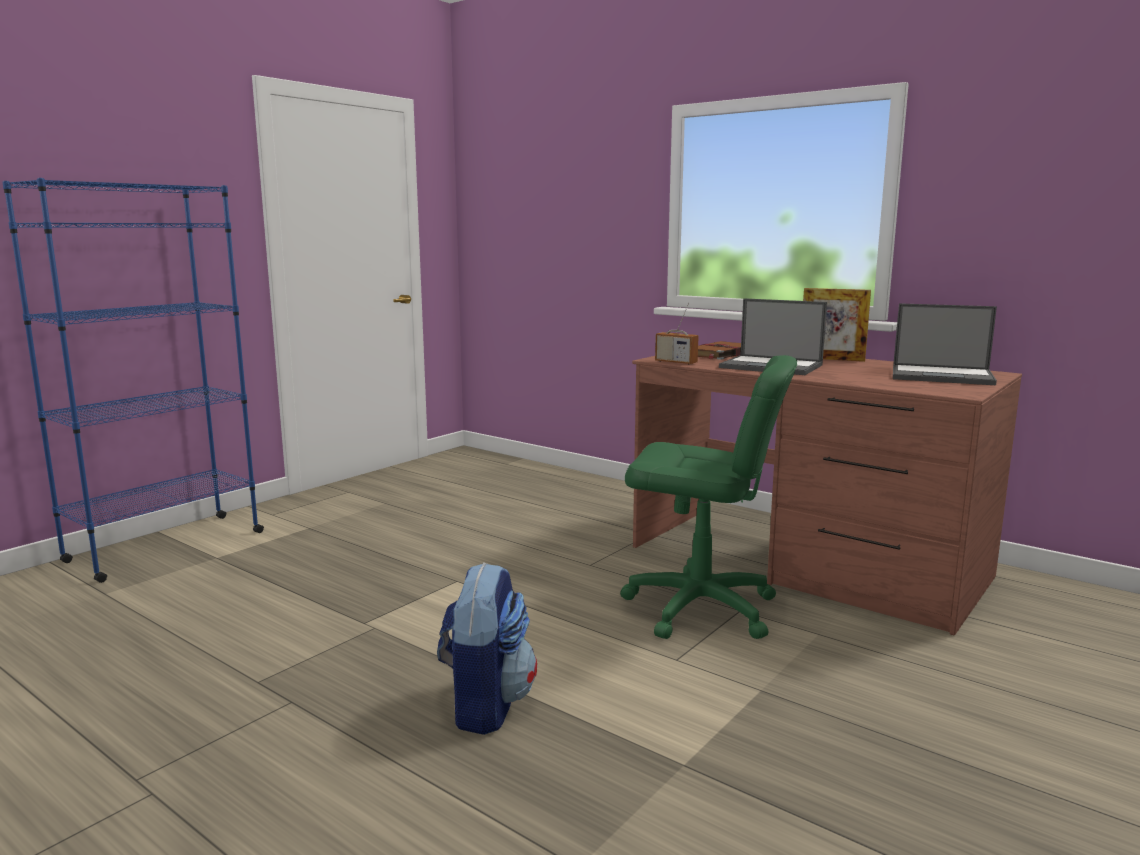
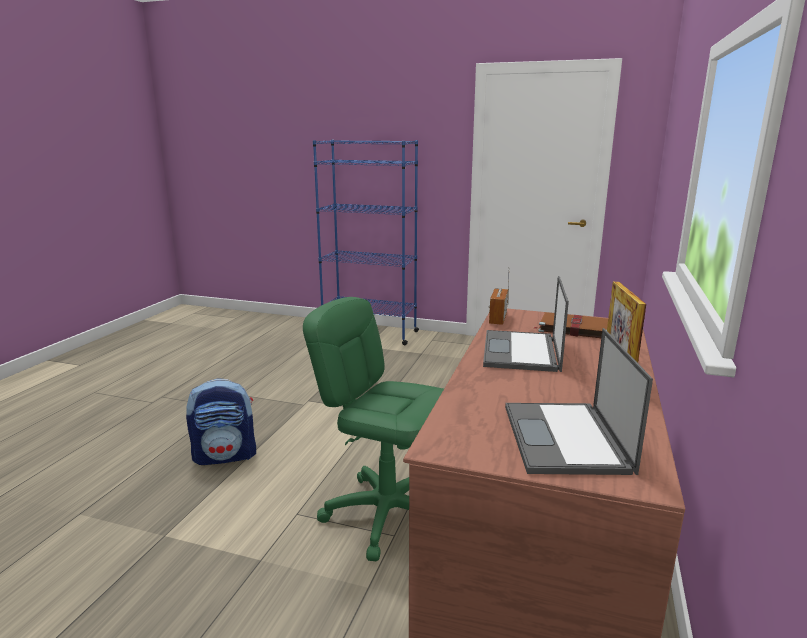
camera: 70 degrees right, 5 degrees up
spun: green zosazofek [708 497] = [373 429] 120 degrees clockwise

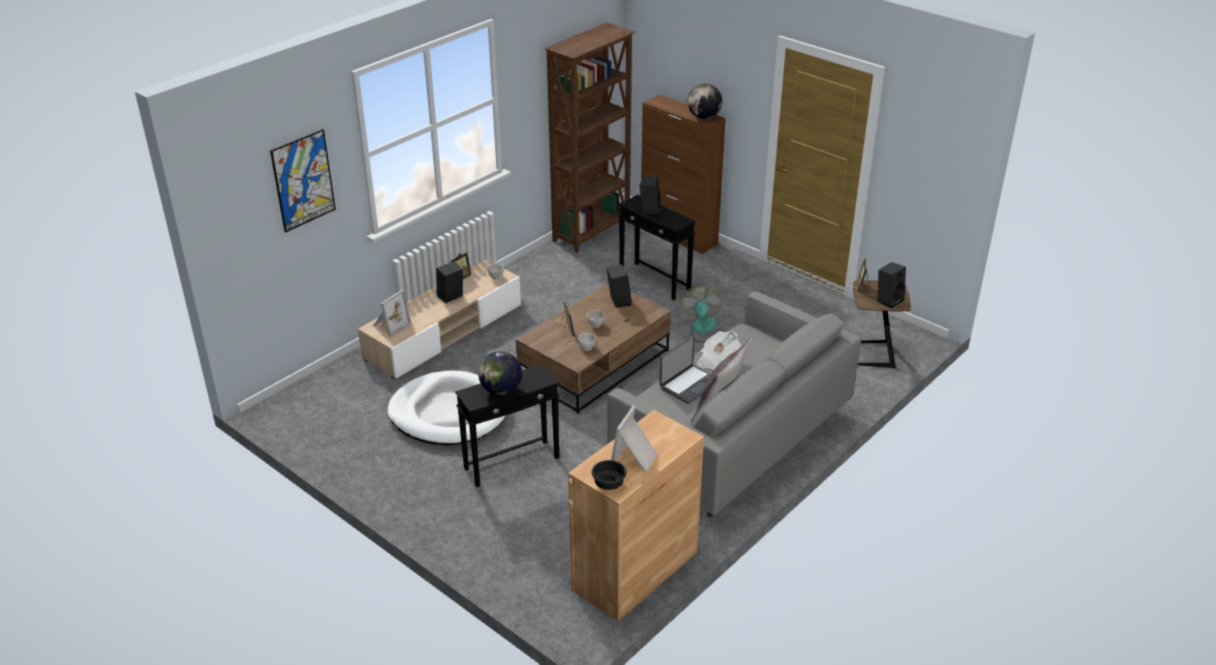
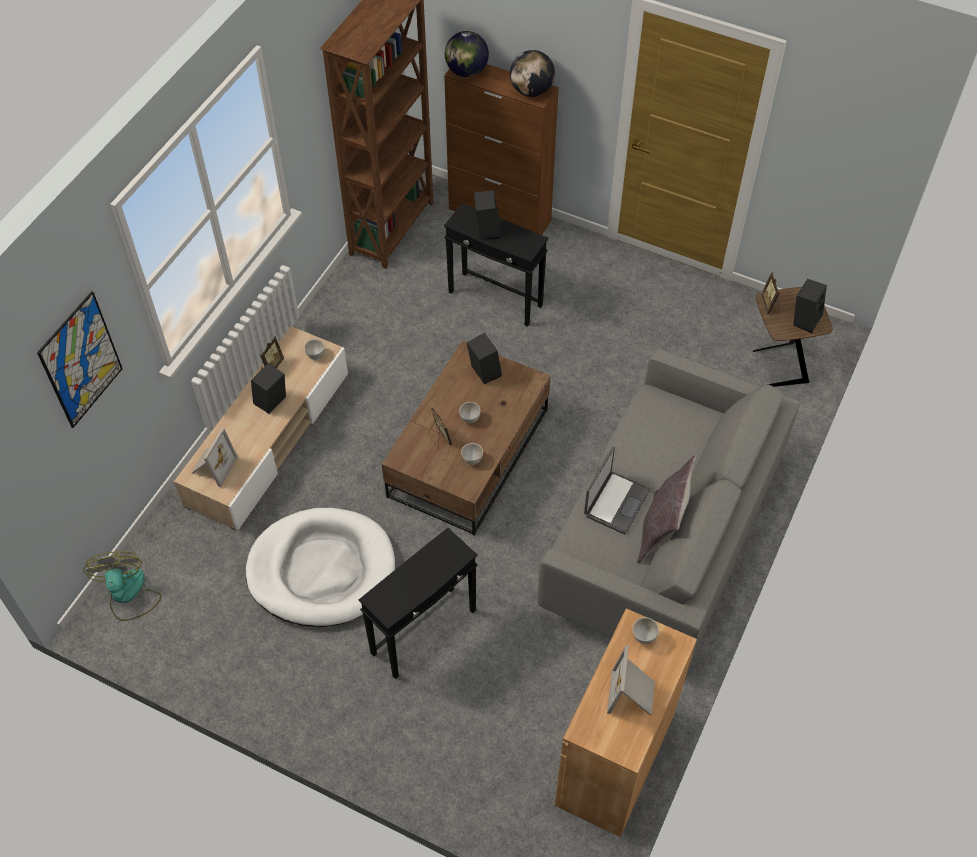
camera: 15 degrees left, 20 degrees up
missing: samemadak [719 350]; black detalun [609 475]
appeared: white detalun [646 630]
relocated: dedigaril [703 314] to [122 586]; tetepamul [500 373] to [467 54]

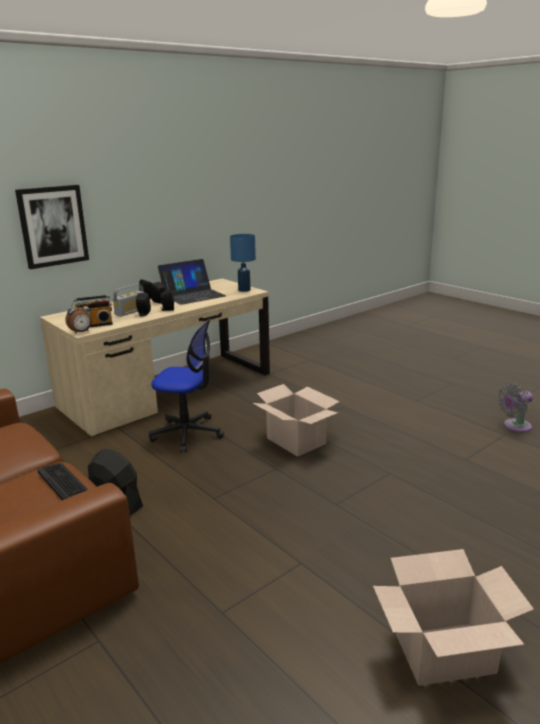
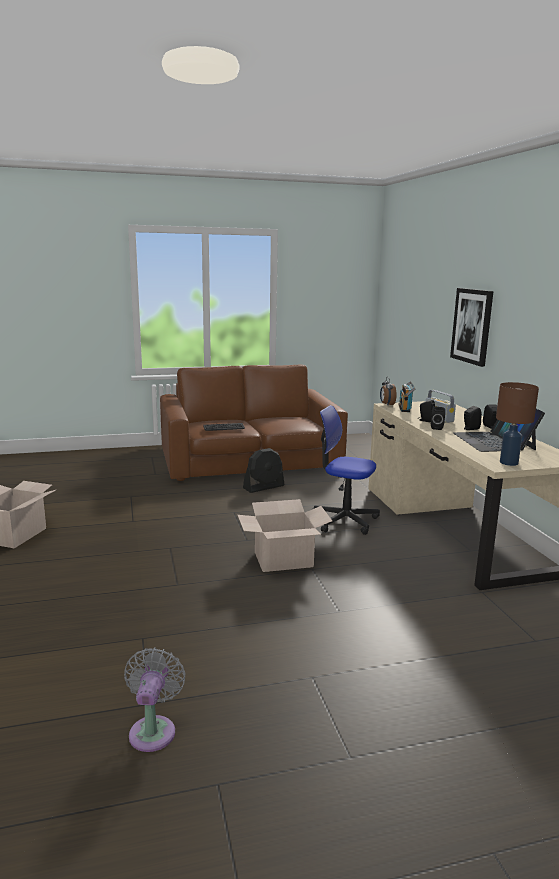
camera: 115 degrees right, 5 degrees down
colour: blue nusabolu [243 263] to brown nusabolu [517 424]
spun: zosazofek [186 386] = [345 470] 75 degrees clockwise

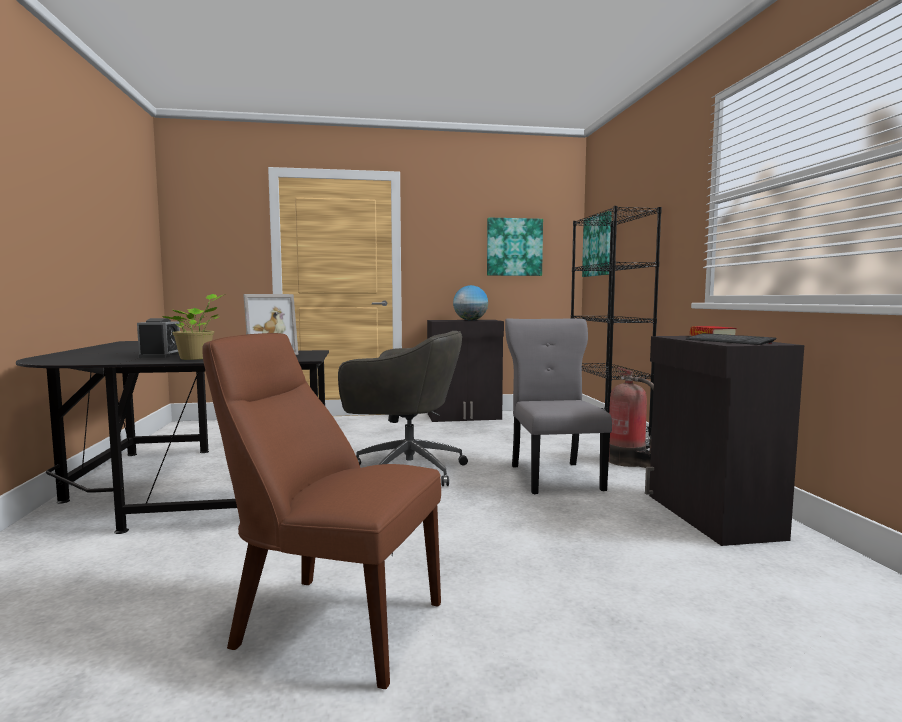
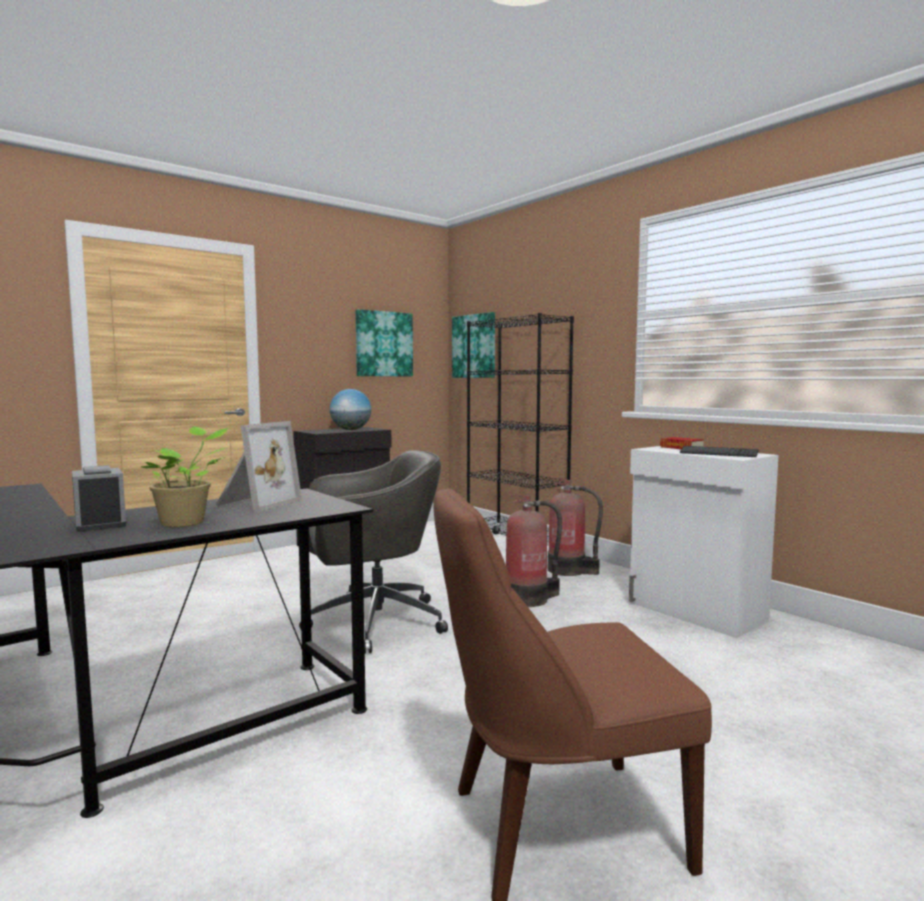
camera: 30 degrees left, 0 degrees up
exchanged: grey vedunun [558 406] to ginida [534 550]
colour: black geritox [724 441] to white geritox [704 542]

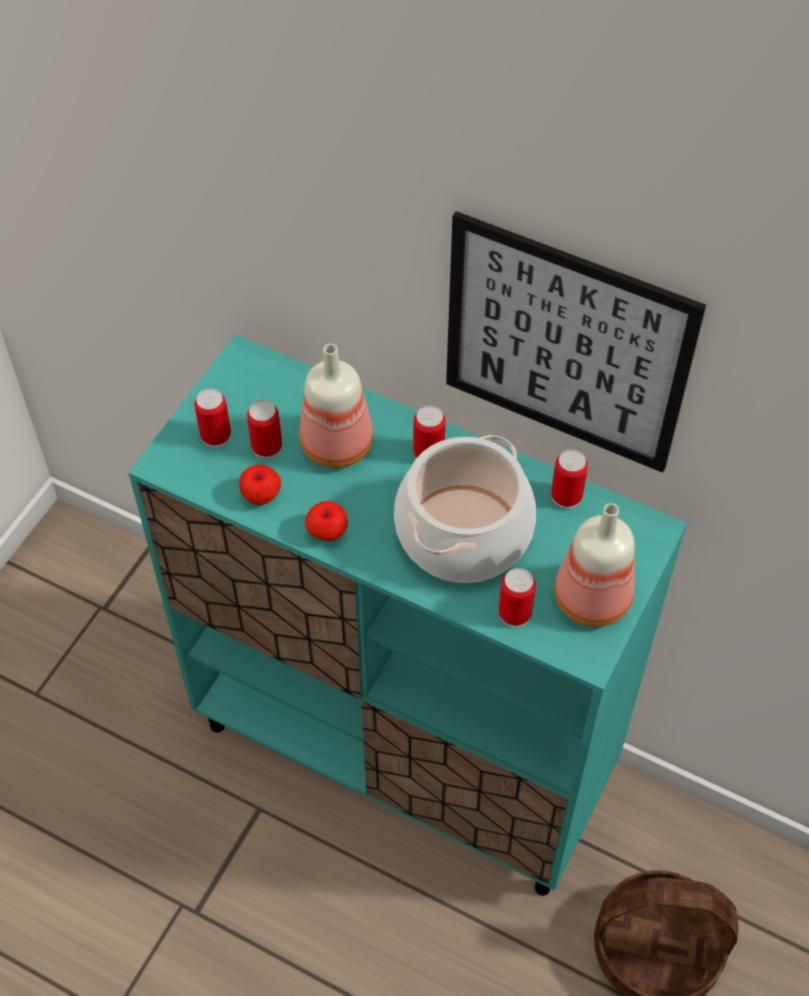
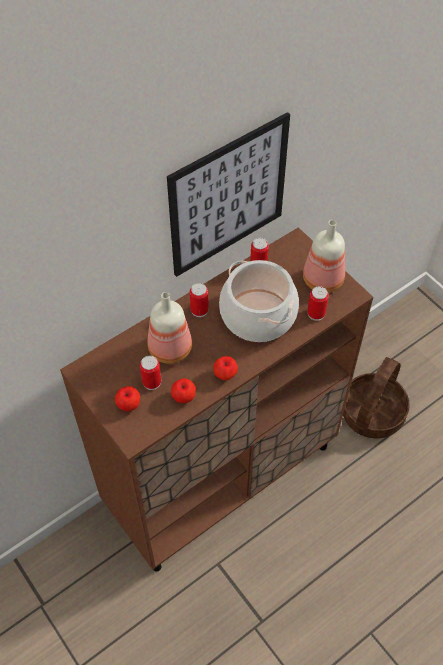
camera: 65 degrees left, 0 degrees up
exchanged: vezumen [212 418] to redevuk [127 398]
colour: turquoise geritox [407 615] to brown geritox [216 399]

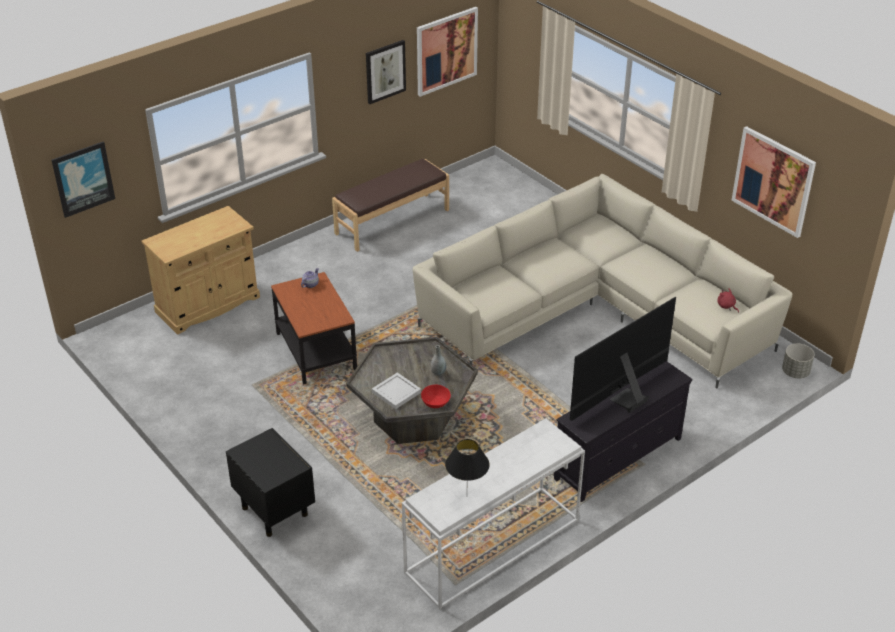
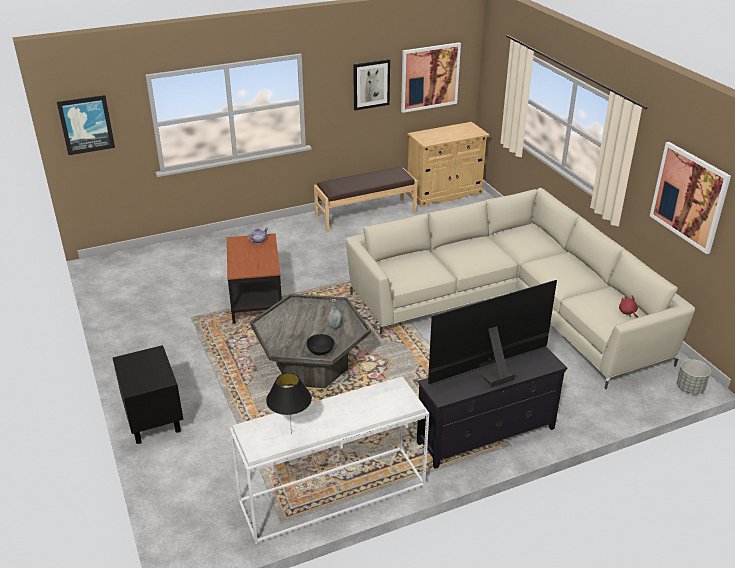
camera: 15 degrees right, 5 degrees down
missing: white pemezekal [396 390]
relocated: beige geritox [200 270] to [448 164]
colour: red detalun [436 396] to black detalun [320 344]

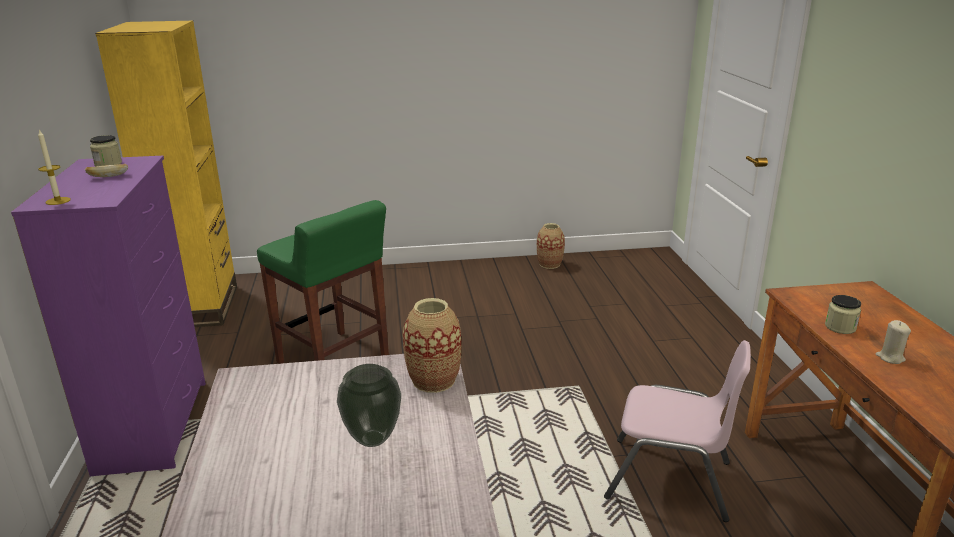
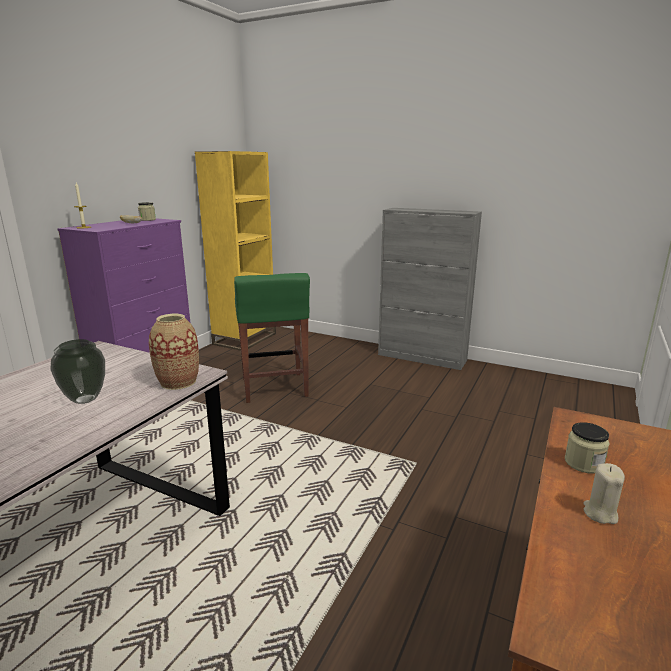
camera: 35 degrees right, 5 degrees down
missing: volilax [551 246]; pink vedunun [677 431]
appeared: grey geritox [430 289]

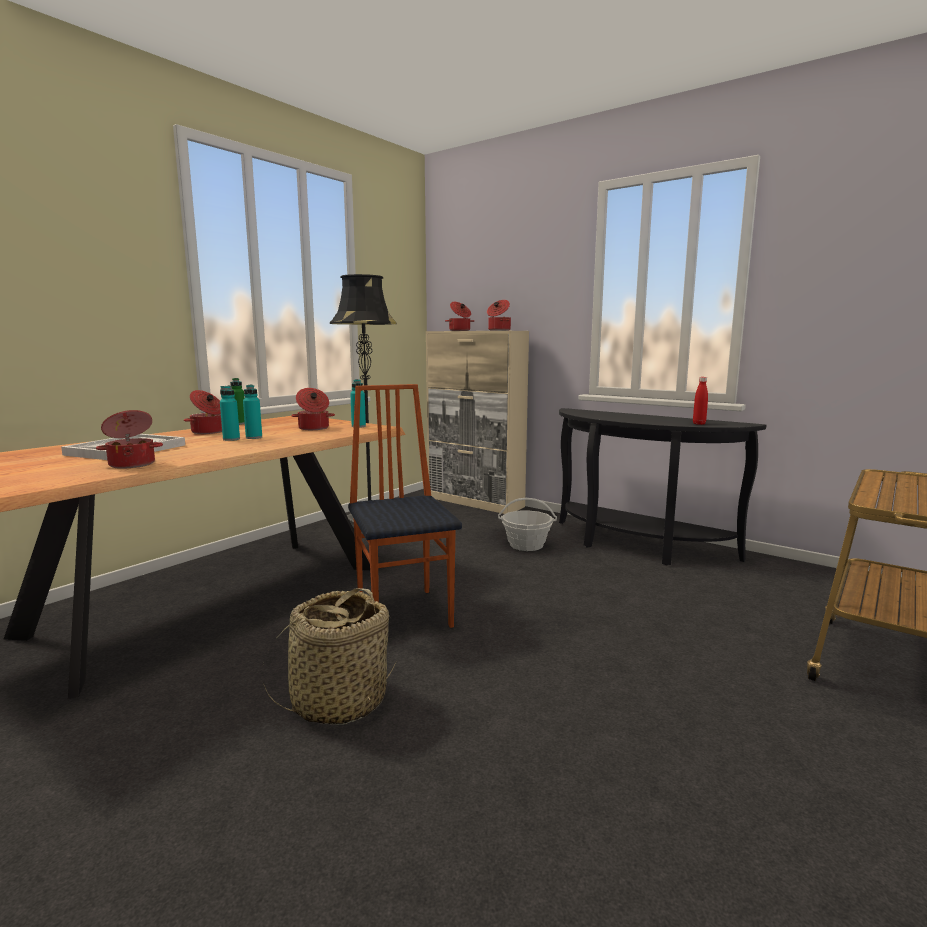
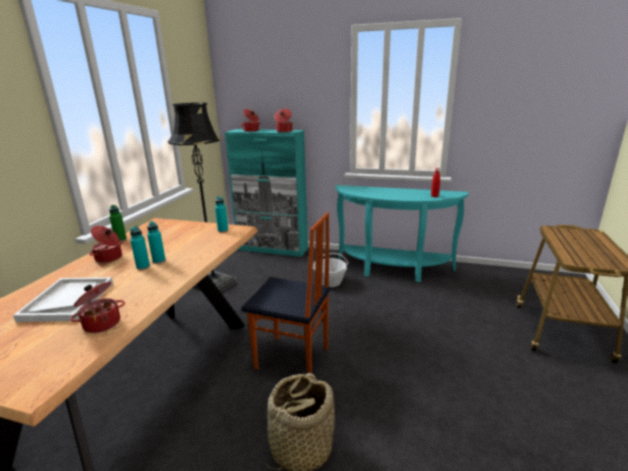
camera: 20 degrees left, 10 degrees up
missing: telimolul [313 409]
colour: beige geritox [477 422] to turquoise geritox [266 193]; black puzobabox [663 486] to turquoise puzobabox [402 233]
spun: vedunun [405 506] = [285 294] 150 degrees clockwise

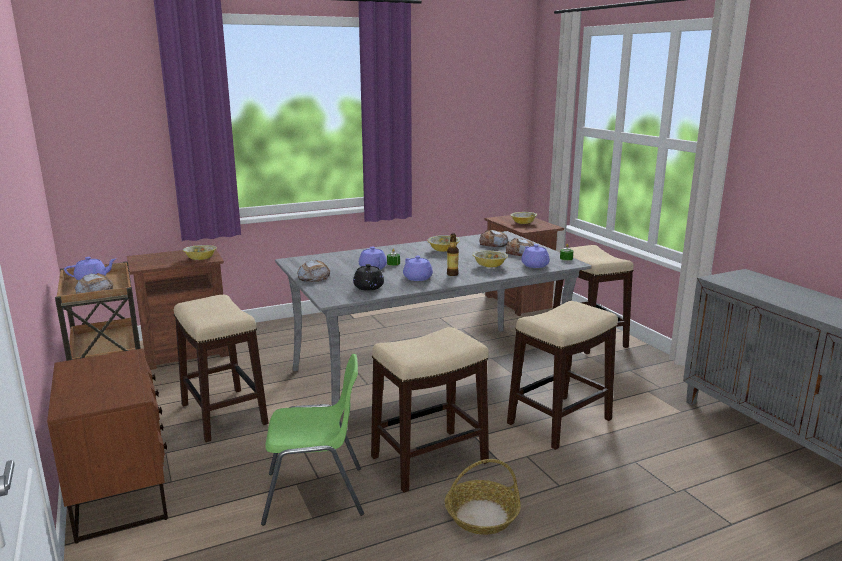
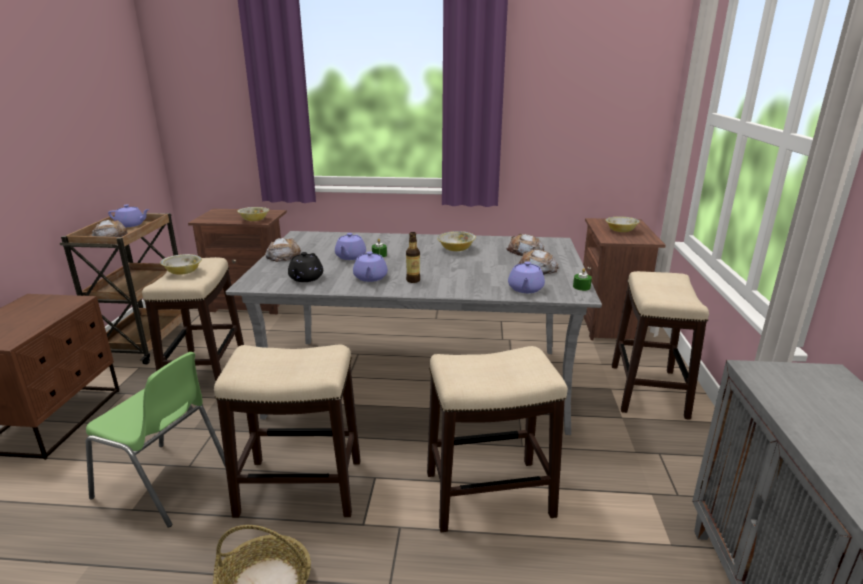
camera: 30 degrees right, 5 degrees up
relocated: detalun [490 259] to [181 264]

